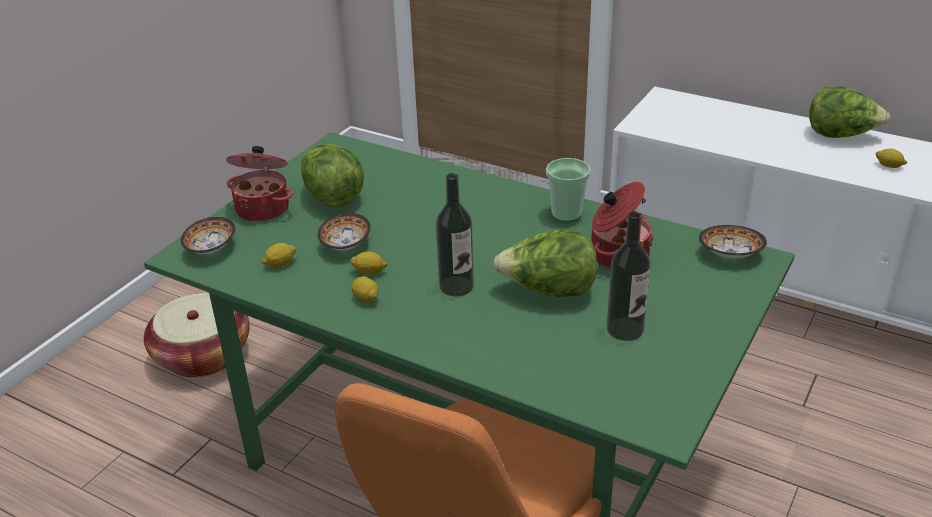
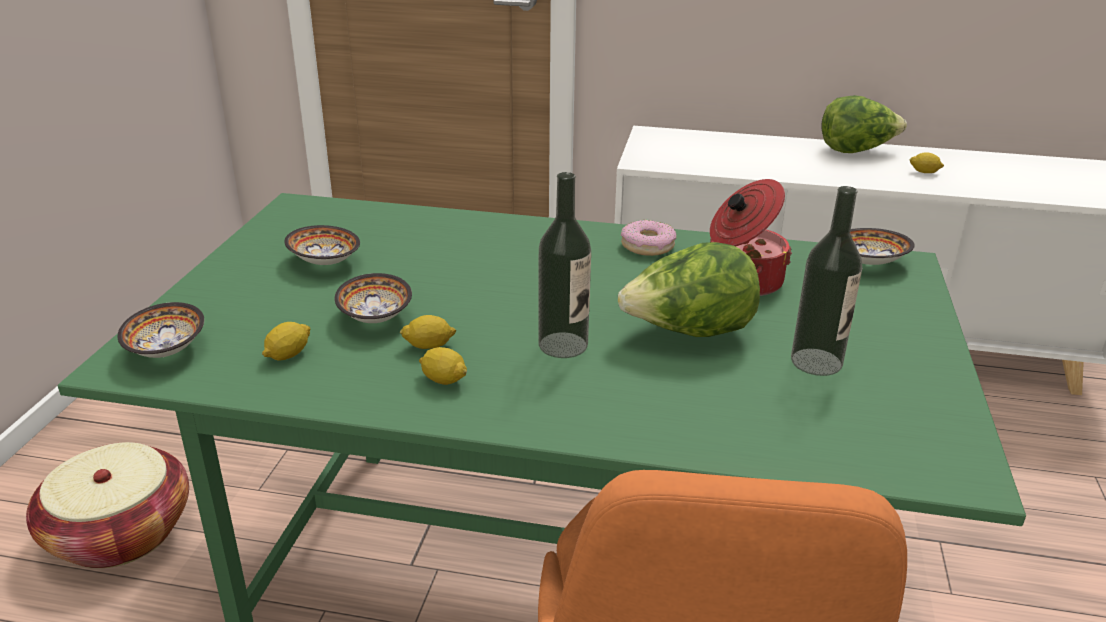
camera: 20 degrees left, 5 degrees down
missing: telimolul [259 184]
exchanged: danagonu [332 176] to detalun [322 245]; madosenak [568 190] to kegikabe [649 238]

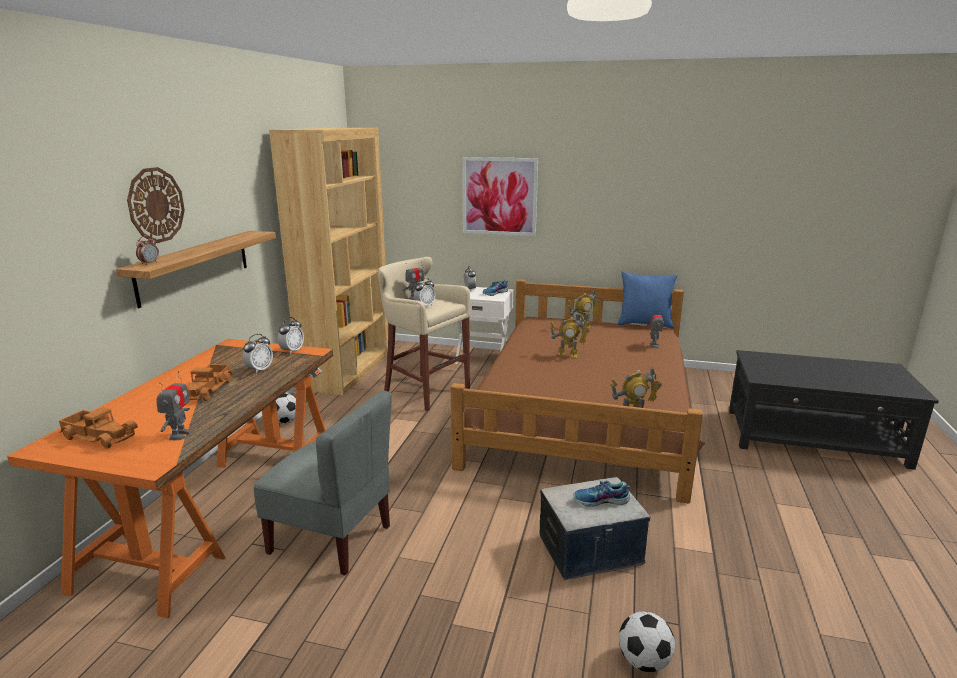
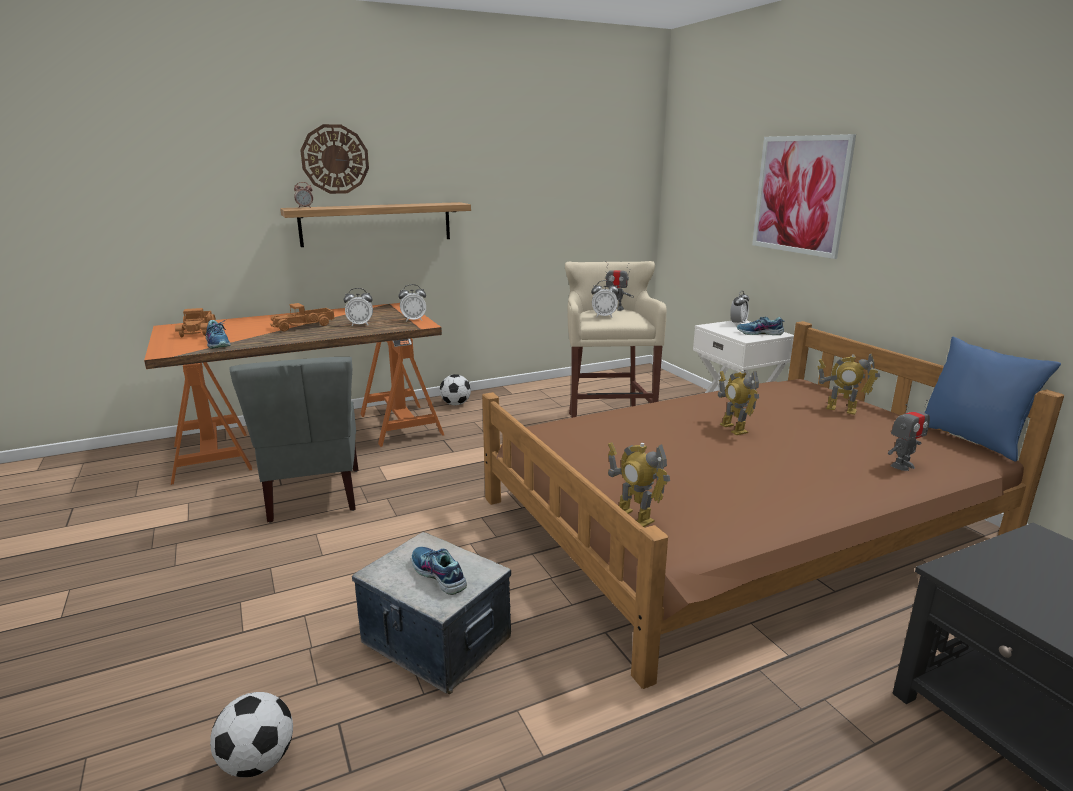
camera: 50 degrees right, 0 degrees up
missing: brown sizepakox [328 261]
exchanged: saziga [173 405] to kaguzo [218 334]

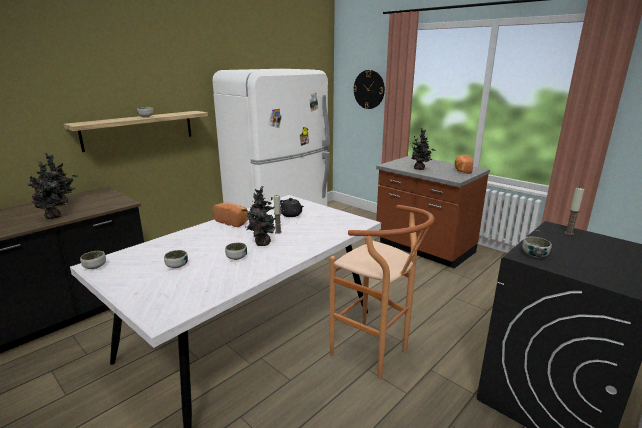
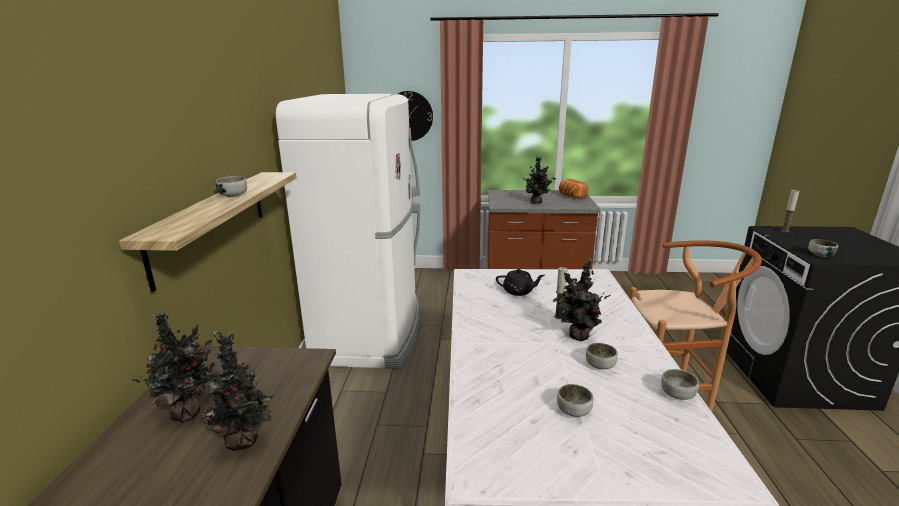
camera: 40 degrees left, 0 degrees up
missing: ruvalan [230 215]
relocated: detalun [93 260] to [680 384]

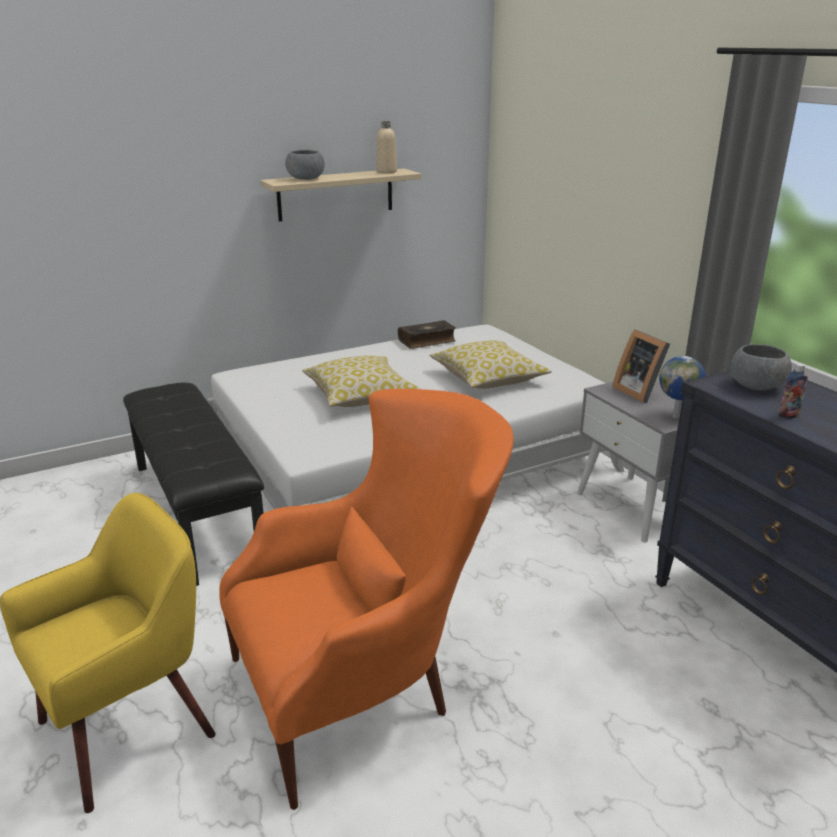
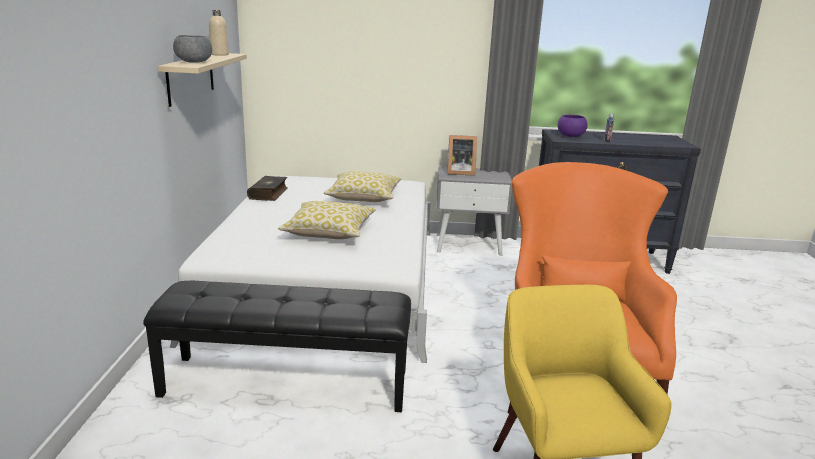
camera: 60 degrees left, 5 degrees down
missing: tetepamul [682 387]
colour: grey detalun [761 367] to purple detalun [573 126]

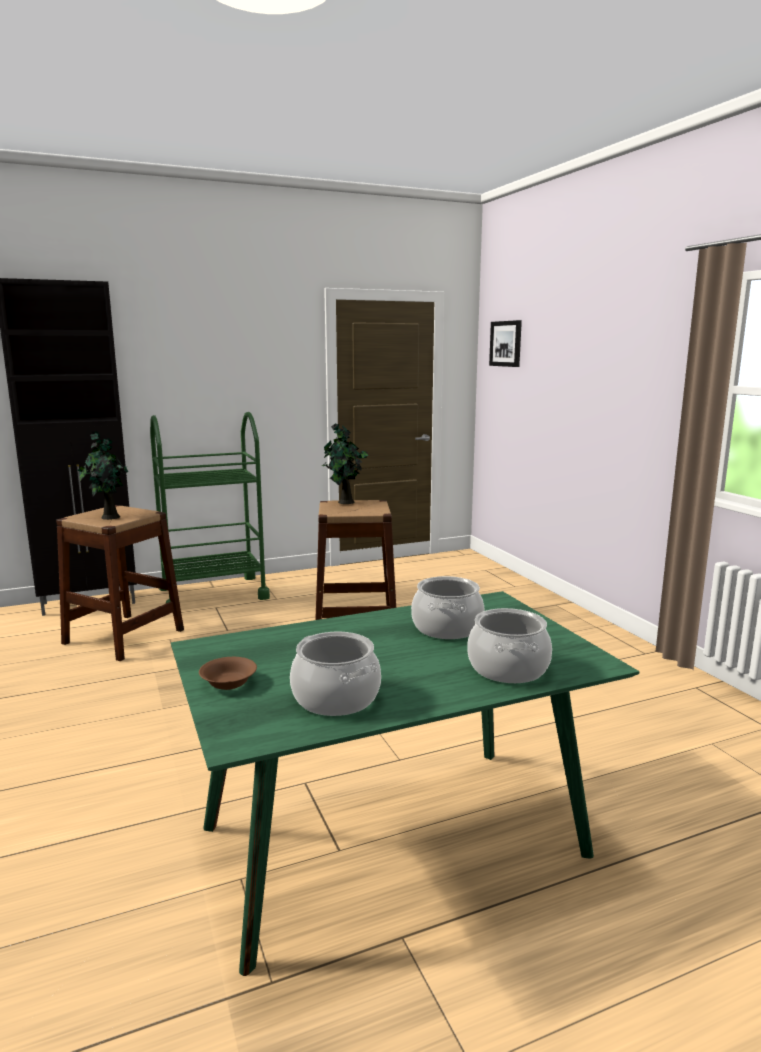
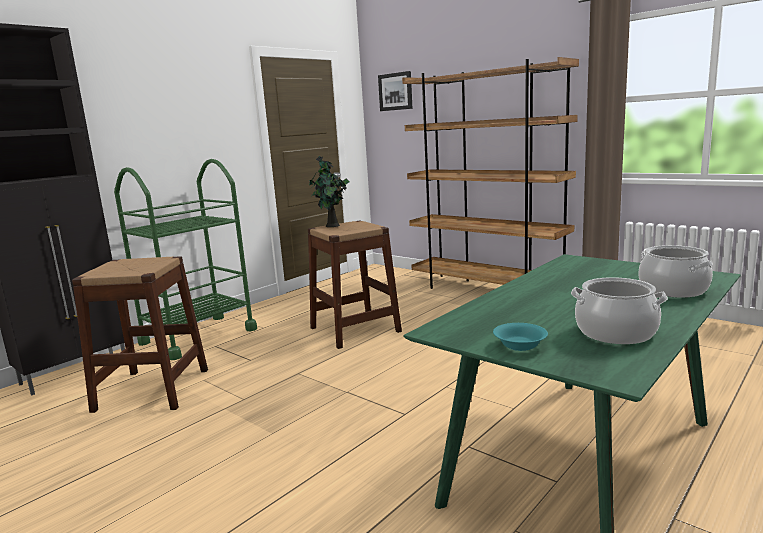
camera: 25 degrees left, 0 degrees up
missing: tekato [103 475]; telimolul [448 607]
appeared: brown sizepakox [490 173]
colour: brown detalun [228 673] to turquoise detalun [520 337]

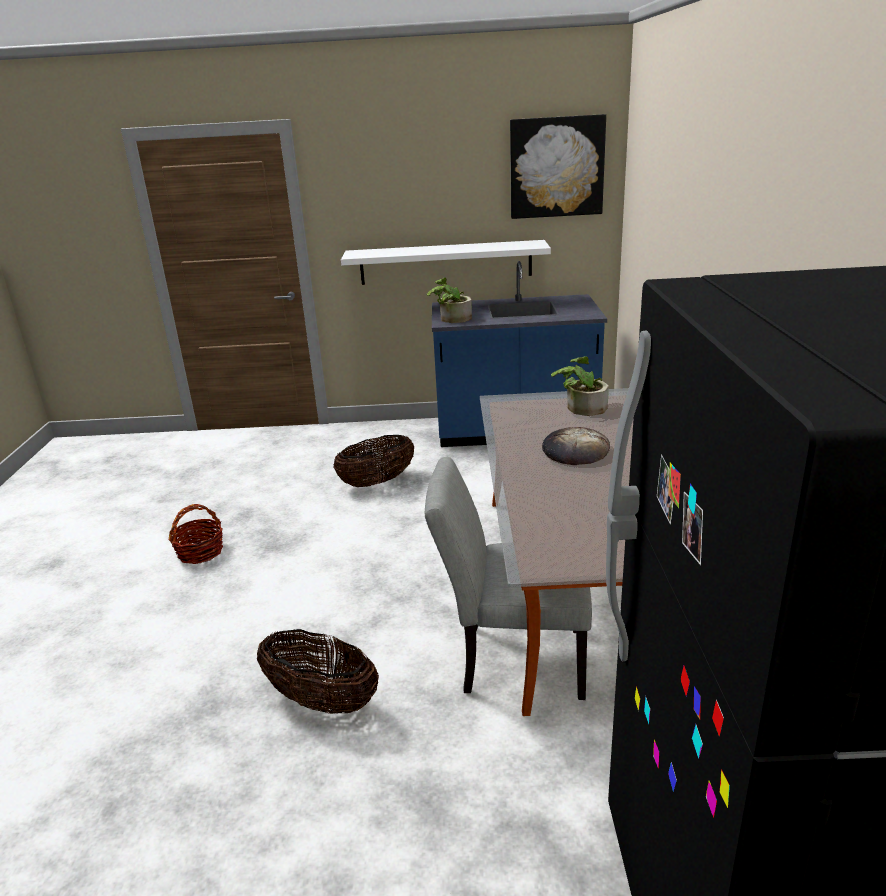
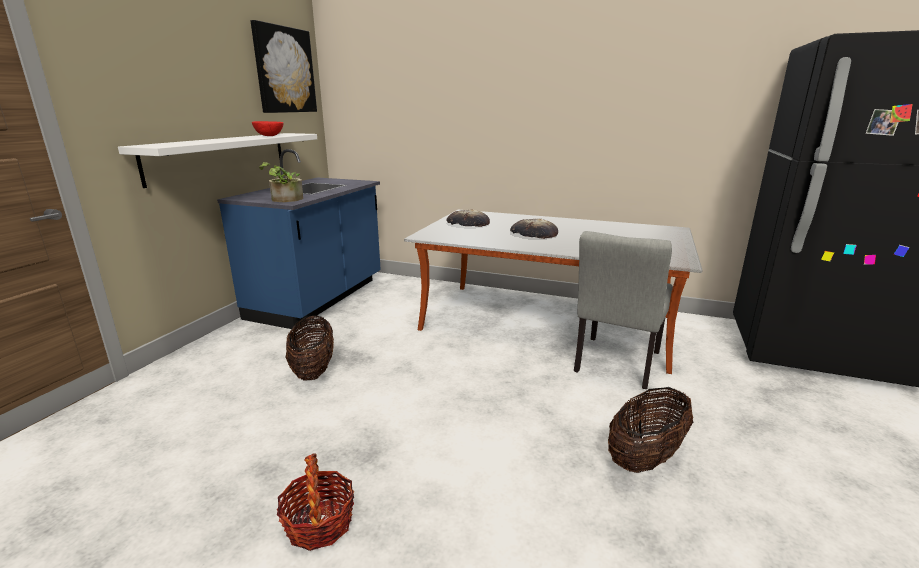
camera: 70 degrees left, 5 degrees down
appeared: red detalun [268 128]
exchanged: tekato [580 386] to ruvalan [468 218]

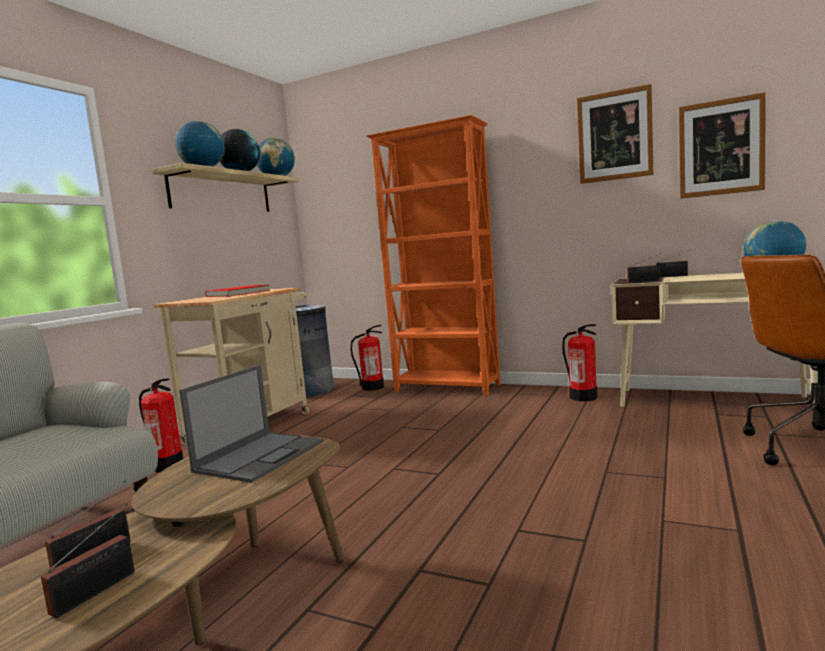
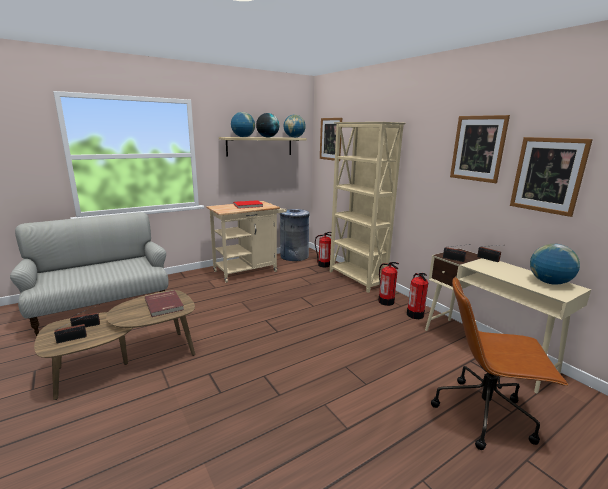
camera: 30 degrees right, 10 degrees up
appeared: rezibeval [331 139]
relocated: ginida [161 425] to [388 284]
exchanged: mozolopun [251 424] to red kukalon [164 303]
colour: orange sizepakox [433 255] to beige sizepakox [368 207]

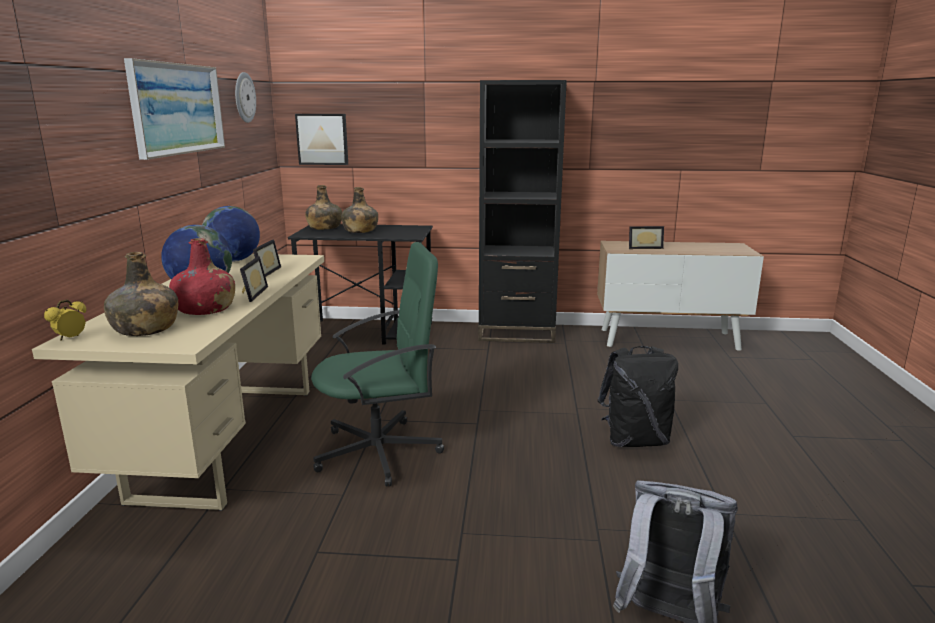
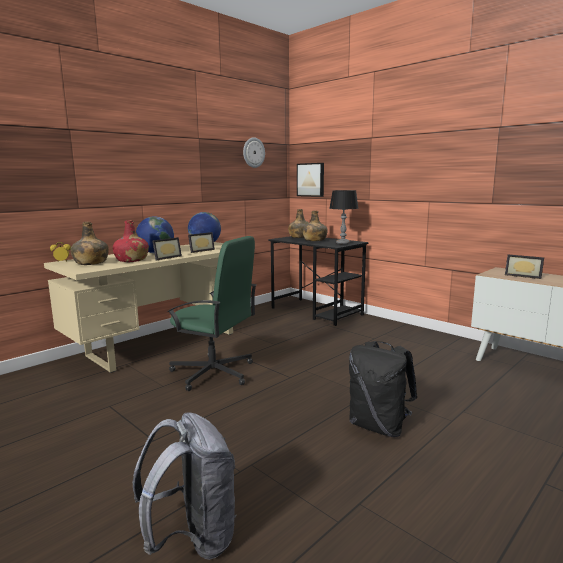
camera: 40 degrees right, 5 degrees down
missing: rezibeval [174 109]; black sizepakox [522 211]
appeared: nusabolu [344 217]

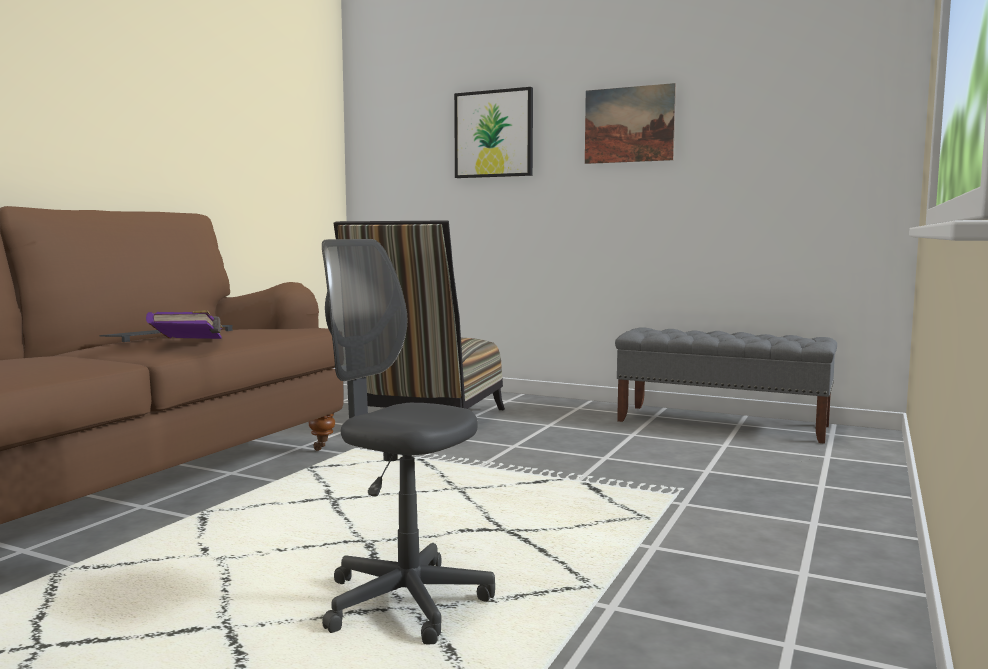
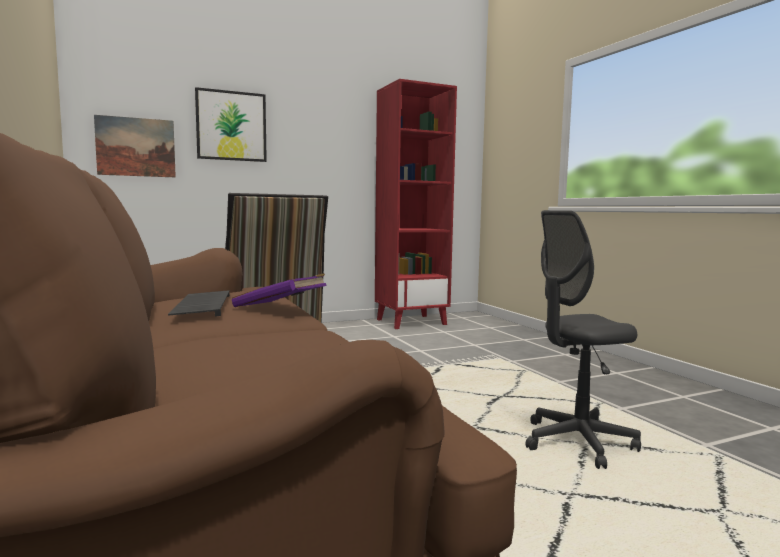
camera: 50 degrees left, 0 degrees up
relocated: rezibeval [630 123] to [135 146]
exchanged: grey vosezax [726 385] to red sizepakox [416 204]

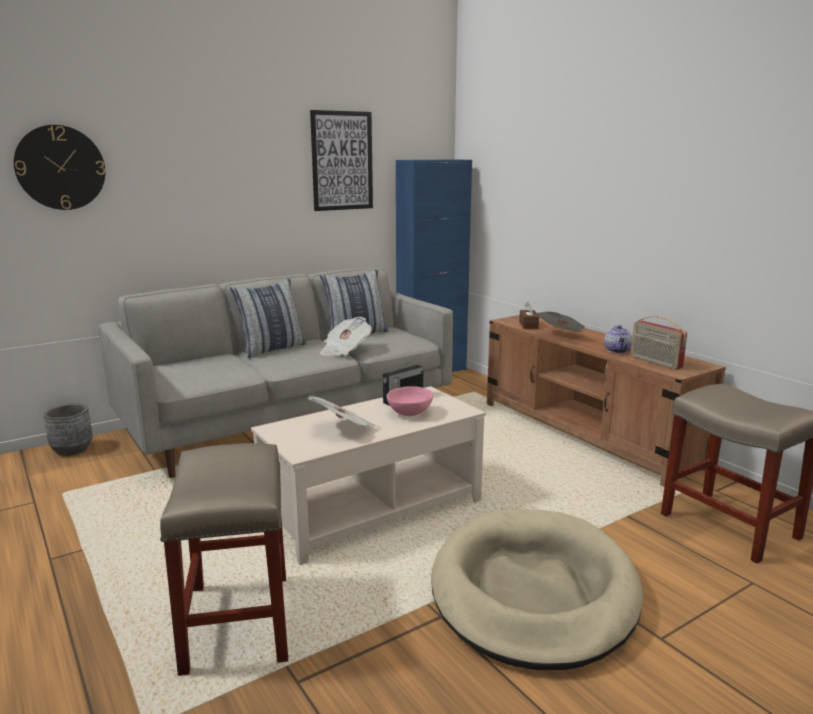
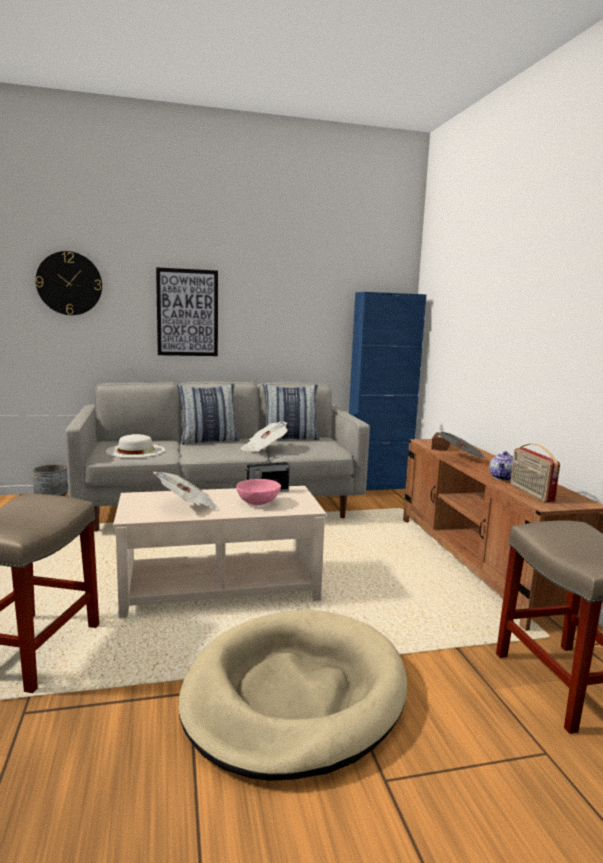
camera: 20 degrees right, 5 degrees down
appeared: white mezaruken [135 446]
relocated: rezibeval [341 160] to [187 311]

